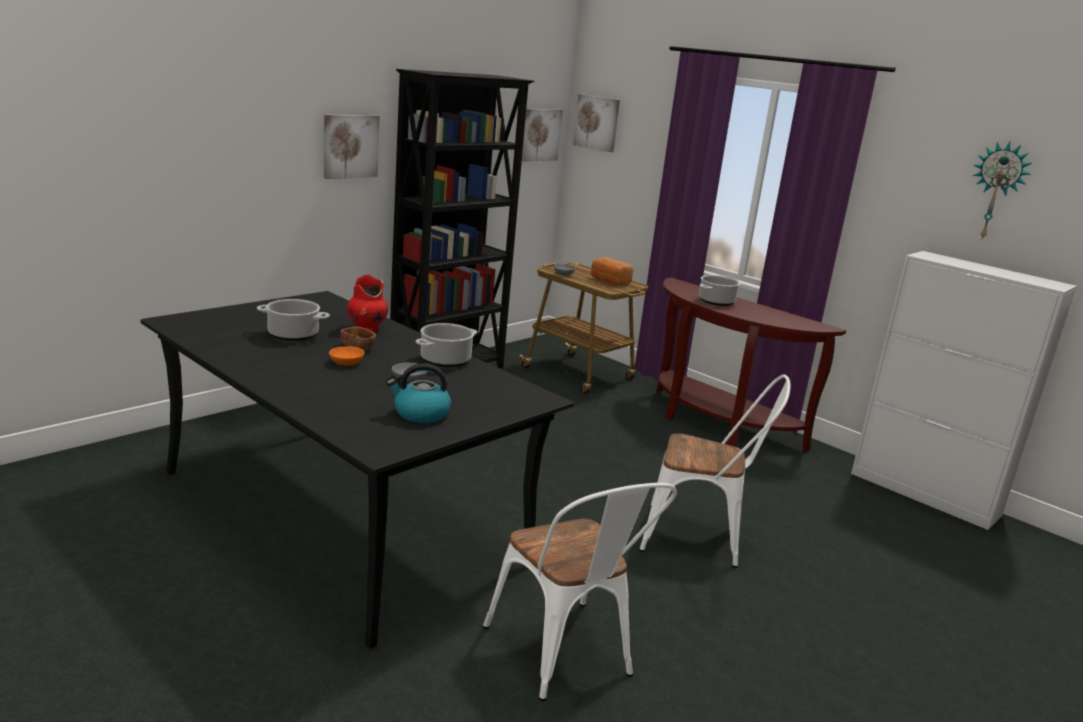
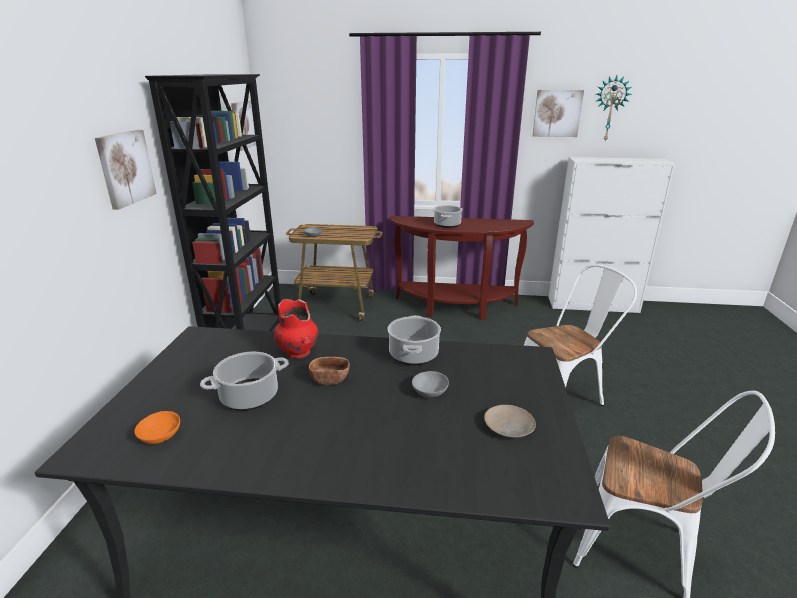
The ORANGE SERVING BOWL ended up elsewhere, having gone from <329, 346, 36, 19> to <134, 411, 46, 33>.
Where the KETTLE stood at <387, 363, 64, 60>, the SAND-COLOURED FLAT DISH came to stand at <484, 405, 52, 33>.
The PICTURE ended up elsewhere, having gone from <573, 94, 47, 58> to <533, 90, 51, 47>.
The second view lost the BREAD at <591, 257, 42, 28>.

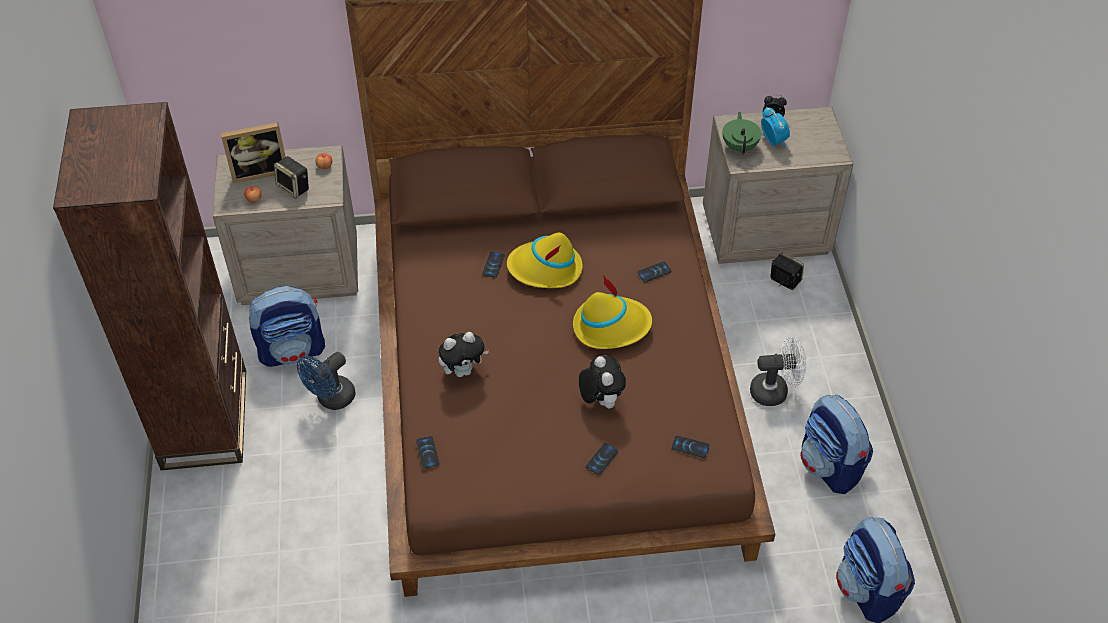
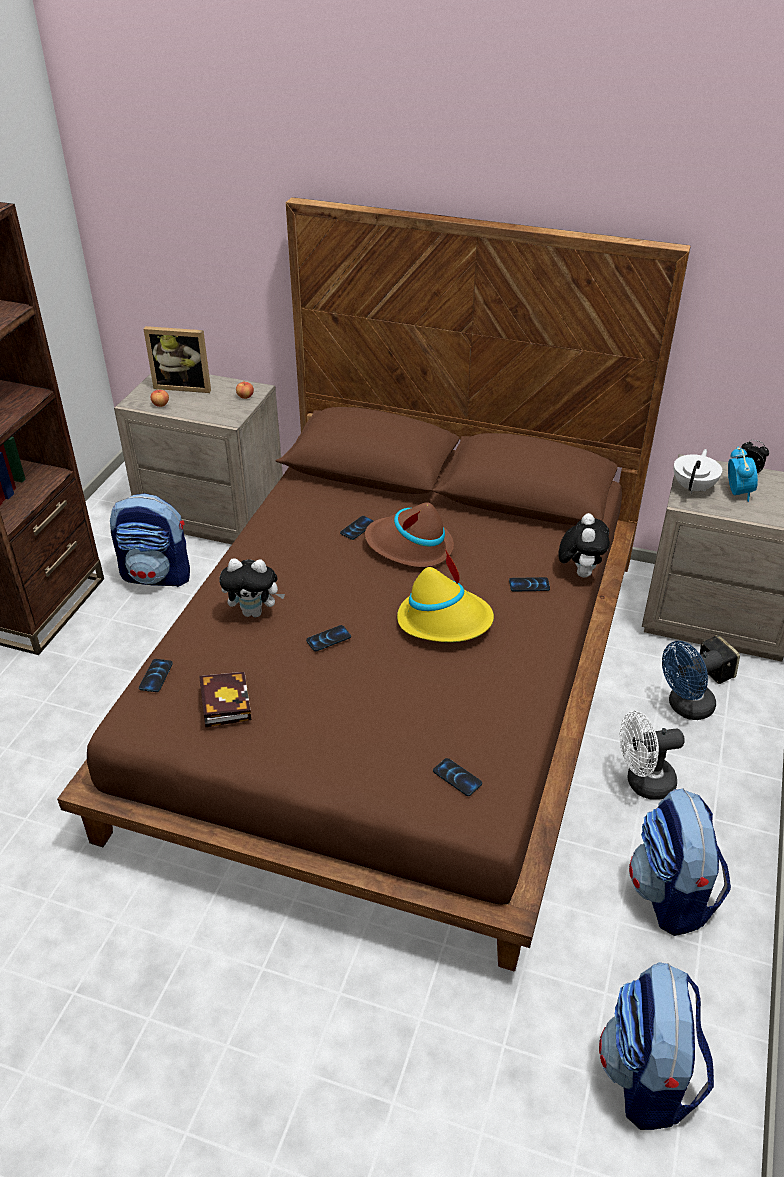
The second view lost the SPEAKER at <274, 156, 35, 43>.
The BLUISH ELECTRIC FAN ended up elsewhere, having gone from <297, 352, 59, 58> to <662, 641, 61, 79>.
What was the YELLOWISH HAT at <507, 232, 76, 56> turned into the BROWN-COLOURED HAT at <365, 502, 89, 65>.
The CUDDLY TOY ended up elsewhere, having gone from <579, 355, 47, 54> to <558, 513, 52, 64>.
The PHONE ended up elsewhere, having gone from <586, 443, 32, 32> to <306, 625, 45, 26>.
What was the GREEN-COLOURED POT FOR TEA at <722, 112, 39, 42> turned into the WHITE-COLOURED POT FOR TEA at <674, 449, 48, 45>.
The WHITE-COLOURED ELECTRIC FAN at <750, 336, 56, 70> ended up facing another way, 150 degrees clockwise from before.
The second view gained the BOUND BOOK at <200, 672, 51, 56>.

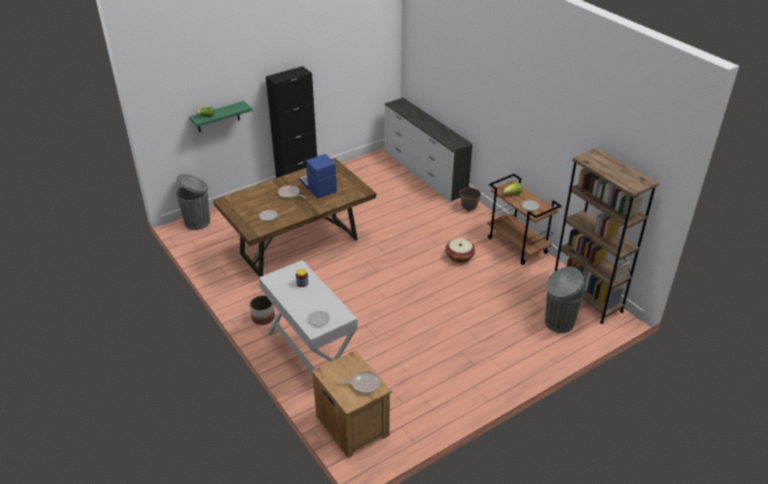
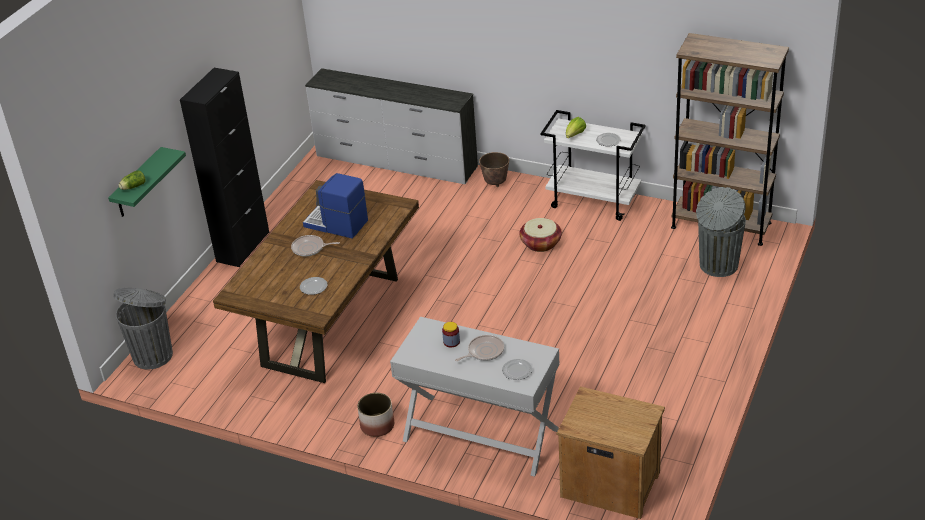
The FRYING PAN ended up elsewhere, having gone from <337, 371, 43, 23> to <455, 335, 49, 26>.
What was the BROWN-COLOURED WHEELED CART at <487, 174, 74, 91> turned into the WHITE-COLOURED WHEELED CART at <541, 110, 105, 111>.

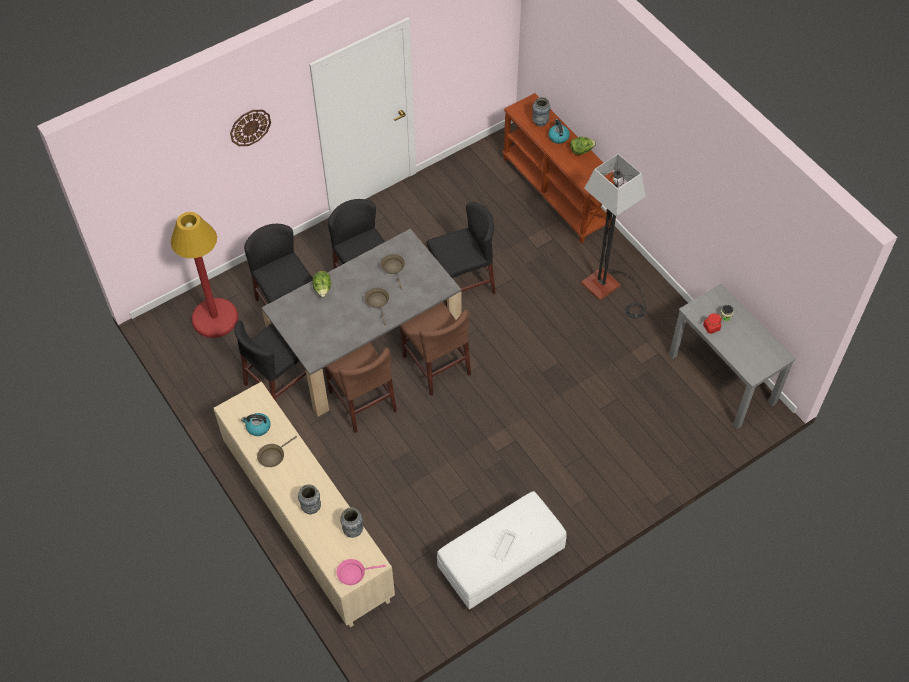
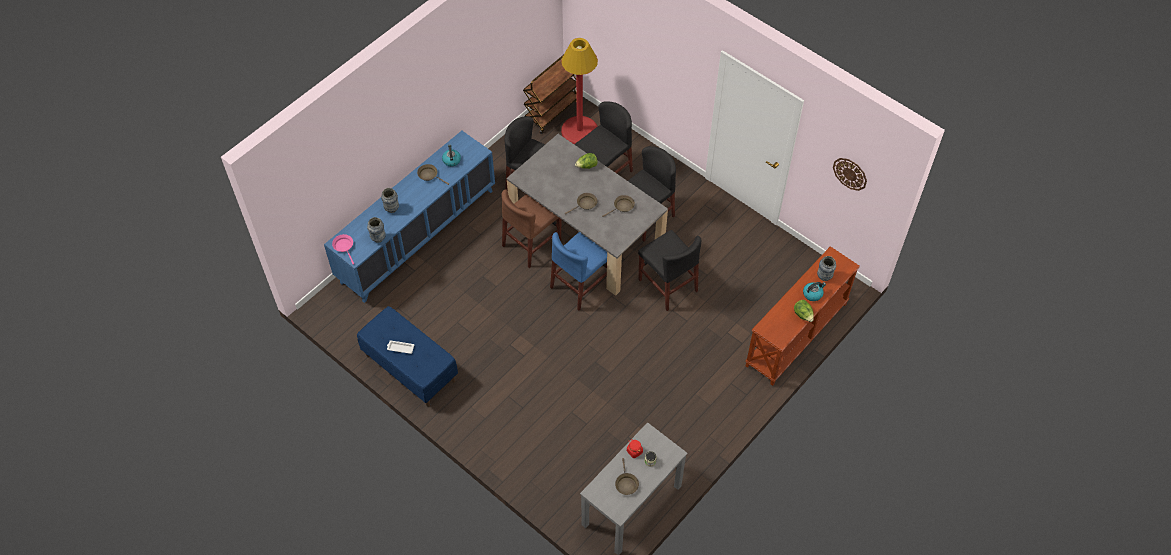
What was the SAND-COLOURED CUPBOARD at <214, 381, 181, 246> turned into the BLUISH CUPBOARD at <324, 131, 171, 172>.
The CLOCK ON THE WALL ended up elsewhere, having gone from <230, 110, 41, 36> to <833, 158, 34, 33>.
What was the BROWN-COLOURED UPRIGHT CHAIR at <399, 302, 72, 94> turned into the BLUISH UPRIGHT CHAIR at <550, 232, 57, 78>.
What was the WHITE-COLOURED BENCH at <437, 491, 130, 121> turned into the BLUISH BENCH at <357, 306, 101, 101>.
The second view lost the STANDING LAMP at <581, 154, 65, 165>.
The second view gained the BROWN-COLOURED WHEELED CART at <523, 55, 53, 79>.
The second view gained the BROWN-COLOURED FRYING PAN at <615, 458, 24, 37>.

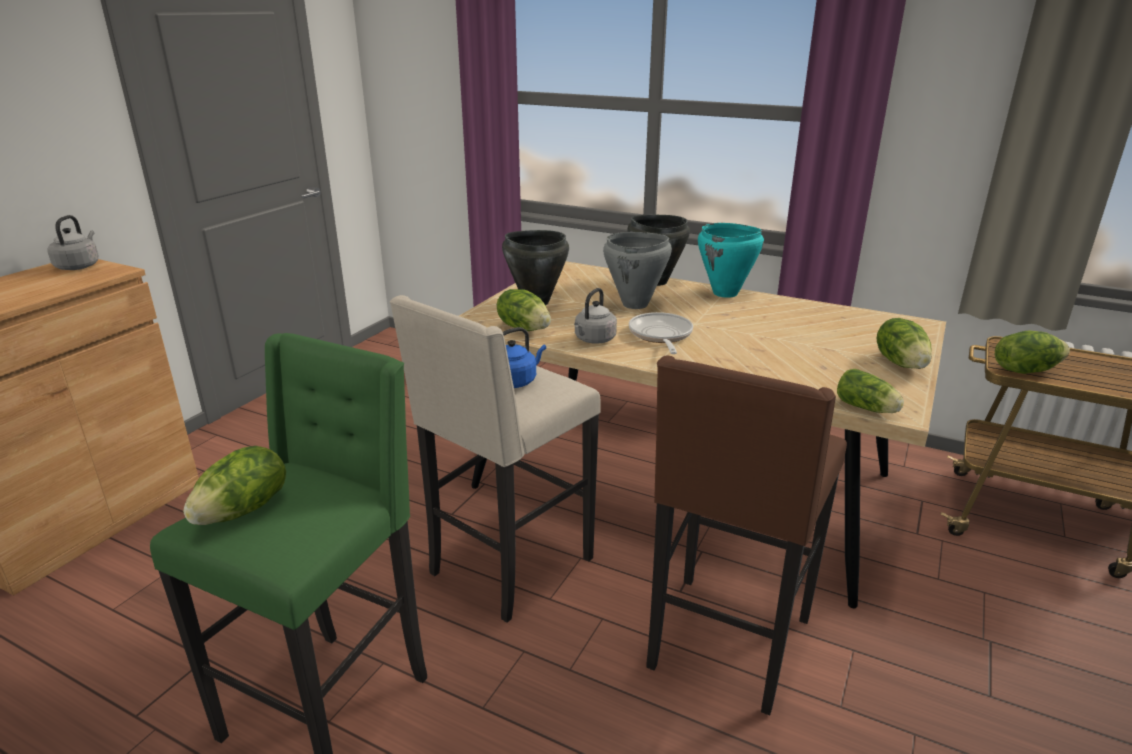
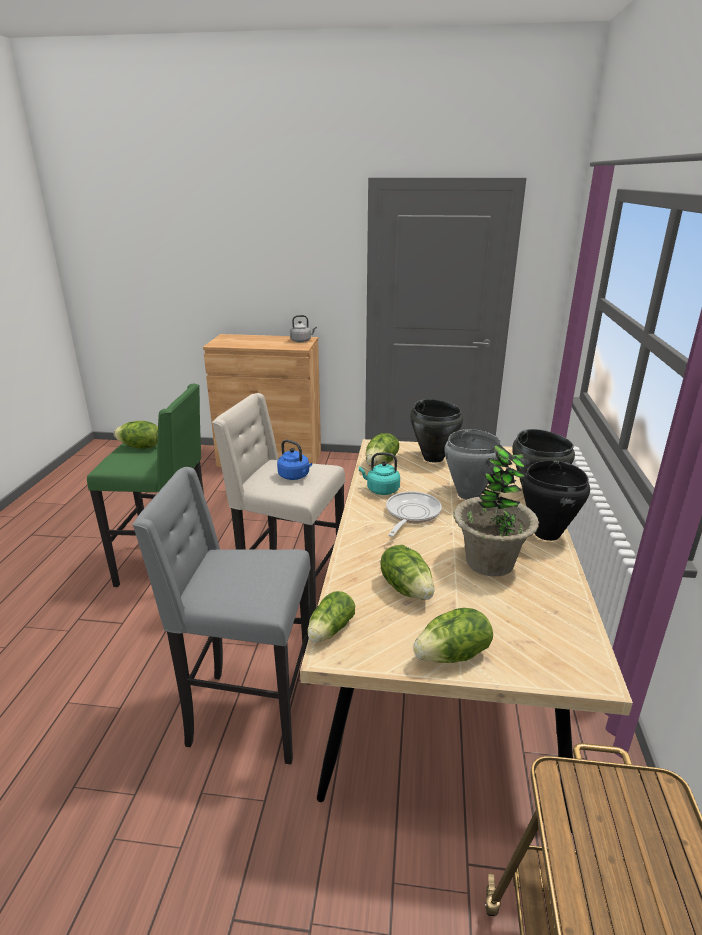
What was the GREY KETTLE at <574, 288, 43, 56> turned into the BLUE-GREEN KETTLE at <359, 452, 41, 43>.
The FRYING PAN at <629, 312, 64, 42> ended up facing another way, 45 degrees counterclockwise from before.
What was the BROWN-COLOURED STOOL at <646, 356, 201, 359> turned into the GREY STOOL at <132, 467, 179, 297>.
What was the BLUE-GREEN STOCKPOT at <698, 223, 66, 75> turned into the BLACKISH STOCKPOT at <522, 460, 68, 81>.
The LETTUCE HEAD ended up elsewhere, having gone from <995, 330, 75, 44> to <381, 545, 53, 55>.
The second view gained the PLANT IN A POT at <453, 444, 86, 132>.

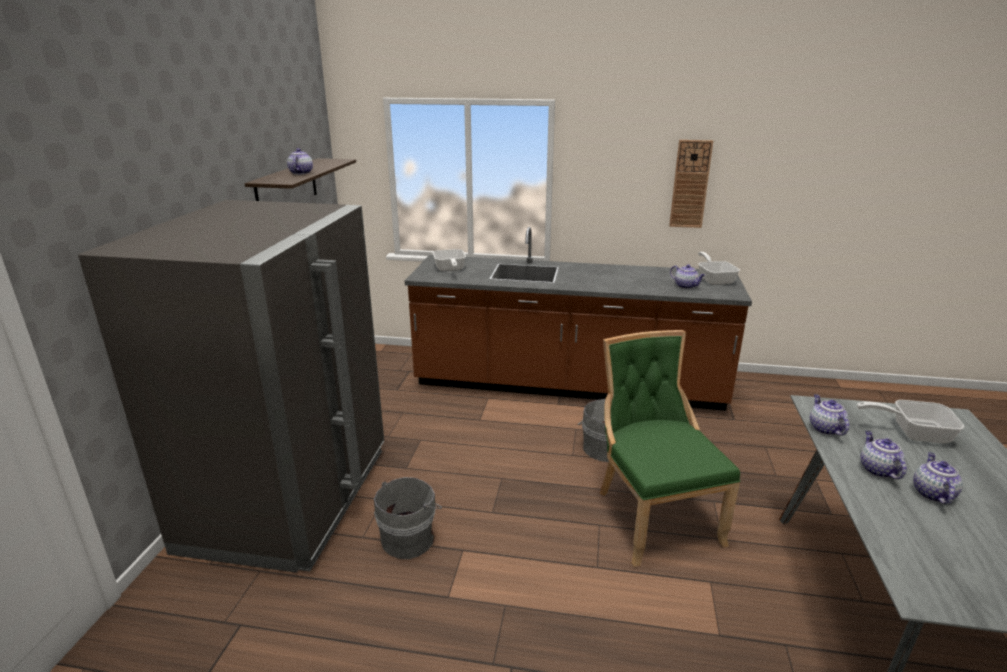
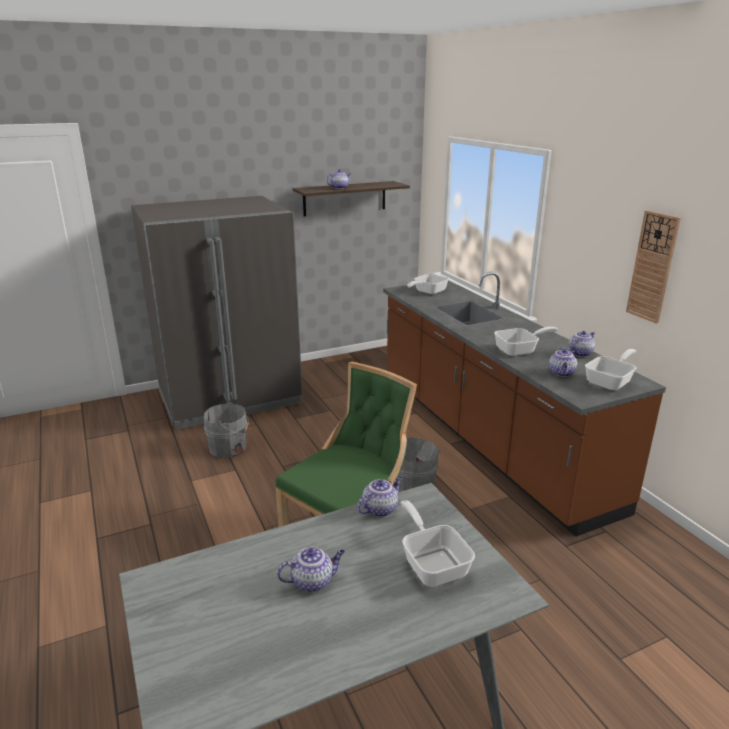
The POT FOR TEA ended up elsewhere, having gone from <860, 431, 46, 48> to <568, 331, 27, 26>.
The second view gained the FRYING PAN at <494, 327, 64, 29>.

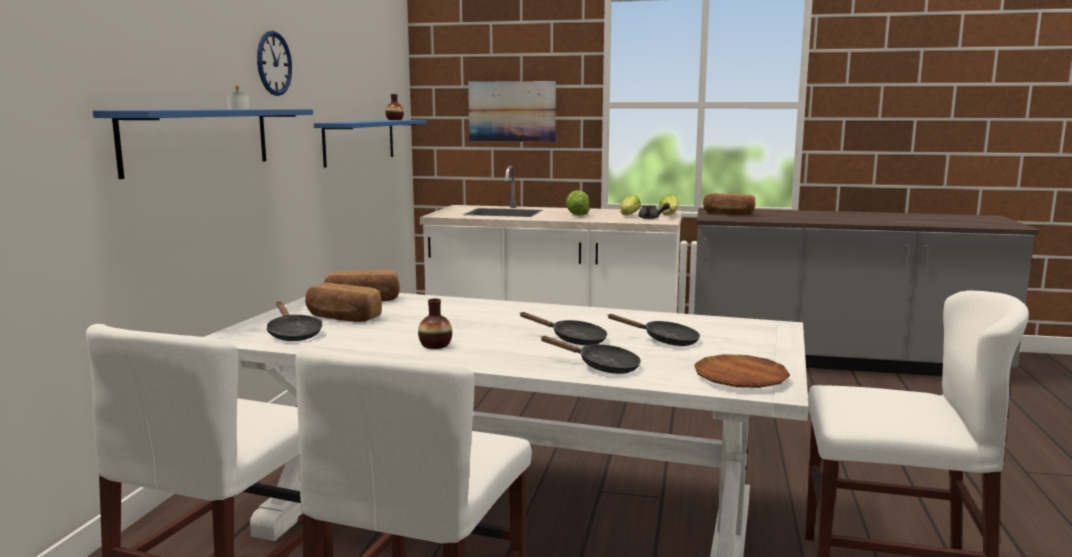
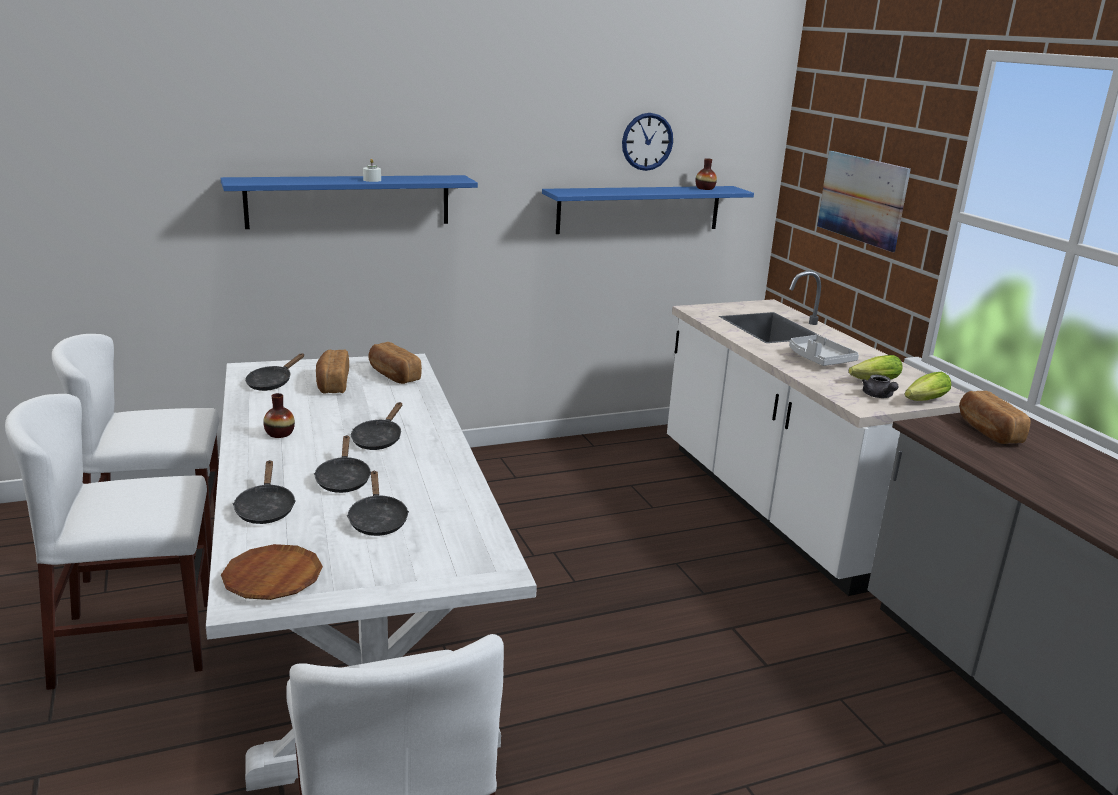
The CLOCK ON THE WALL ended up elsewhere, having gone from <257, 31, 35, 65> to <622, 113, 51, 58>.
Where the LETTUCE HEAD stood at <566, 190, 24, 26>, the GREY CARRYING TRAY came to stand at <789, 335, 70, 31>.
The second view gained the BLACKISH FRYING PAN at <351, 402, 51, 48>.

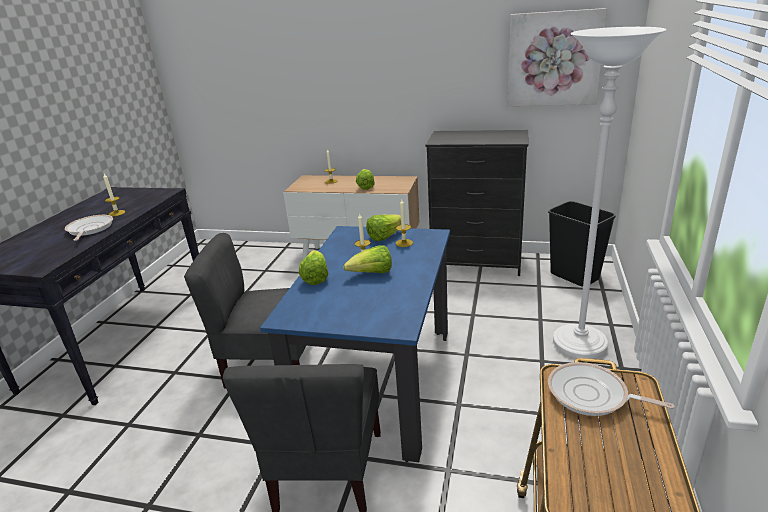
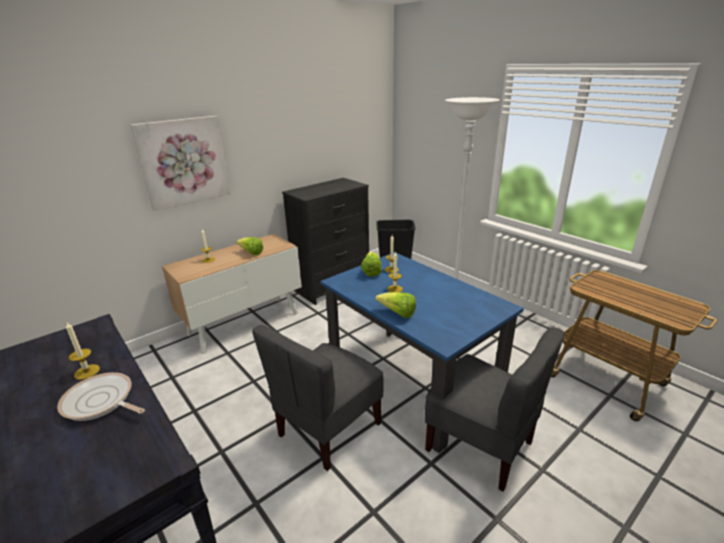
The second view lost the LETTUCE HEAD at <343, 245, 49, 28>.
The PICTURE ended up elsewhere, having gone from <507, 8, 100, 98> to <130, 116, 101, 95>.
The second view lost the FRYING PAN at <548, 362, 127, 54>.

